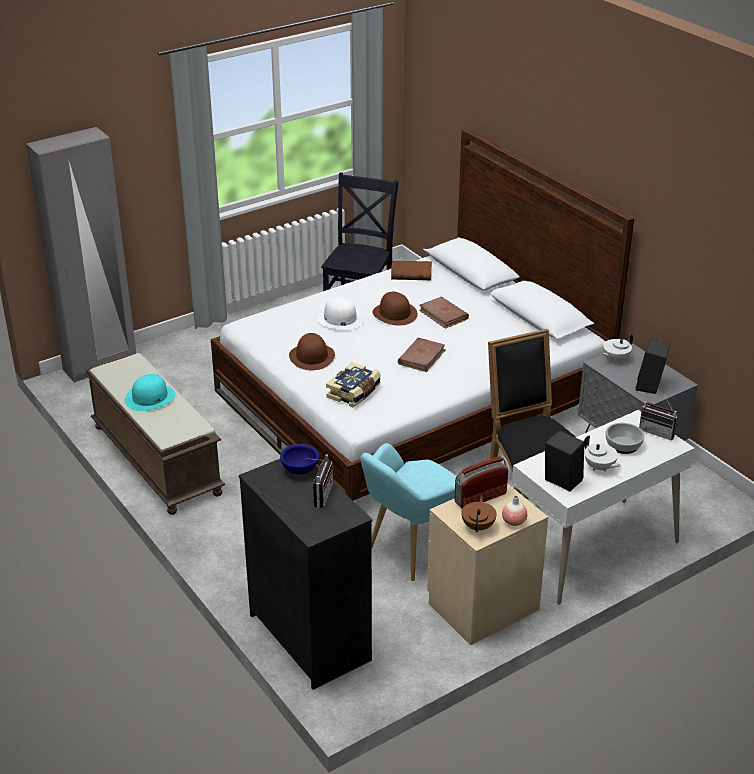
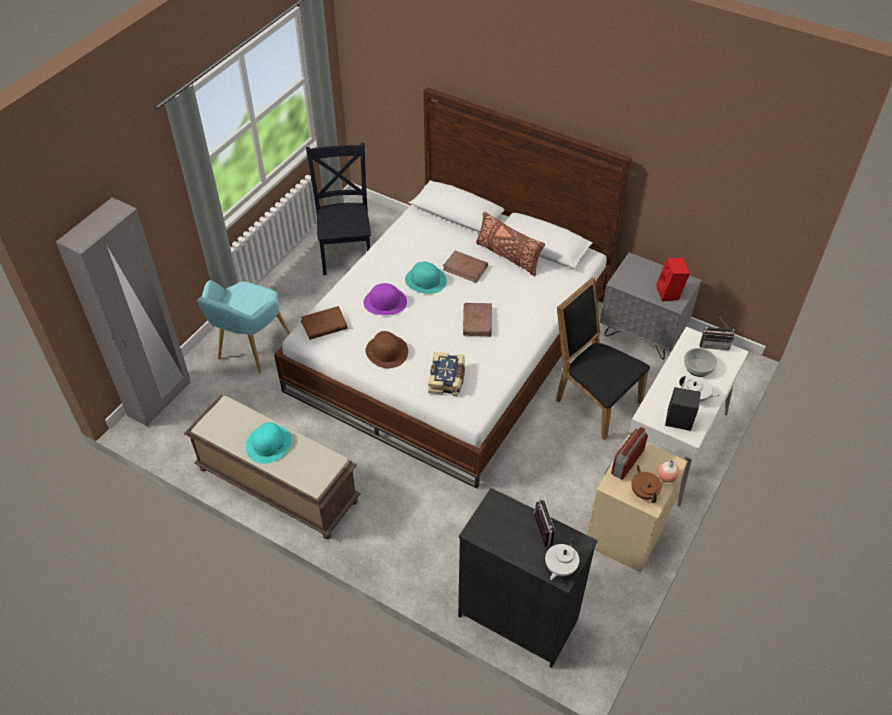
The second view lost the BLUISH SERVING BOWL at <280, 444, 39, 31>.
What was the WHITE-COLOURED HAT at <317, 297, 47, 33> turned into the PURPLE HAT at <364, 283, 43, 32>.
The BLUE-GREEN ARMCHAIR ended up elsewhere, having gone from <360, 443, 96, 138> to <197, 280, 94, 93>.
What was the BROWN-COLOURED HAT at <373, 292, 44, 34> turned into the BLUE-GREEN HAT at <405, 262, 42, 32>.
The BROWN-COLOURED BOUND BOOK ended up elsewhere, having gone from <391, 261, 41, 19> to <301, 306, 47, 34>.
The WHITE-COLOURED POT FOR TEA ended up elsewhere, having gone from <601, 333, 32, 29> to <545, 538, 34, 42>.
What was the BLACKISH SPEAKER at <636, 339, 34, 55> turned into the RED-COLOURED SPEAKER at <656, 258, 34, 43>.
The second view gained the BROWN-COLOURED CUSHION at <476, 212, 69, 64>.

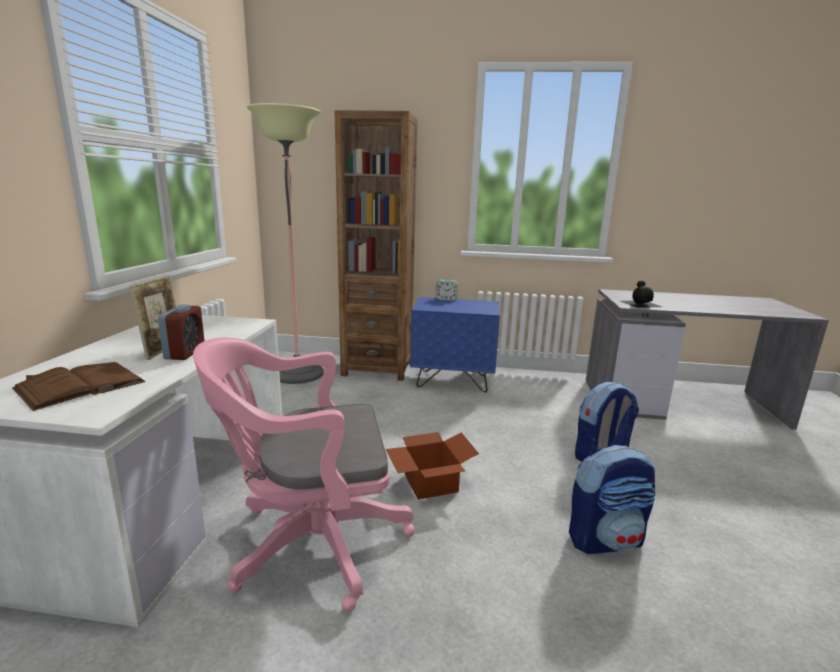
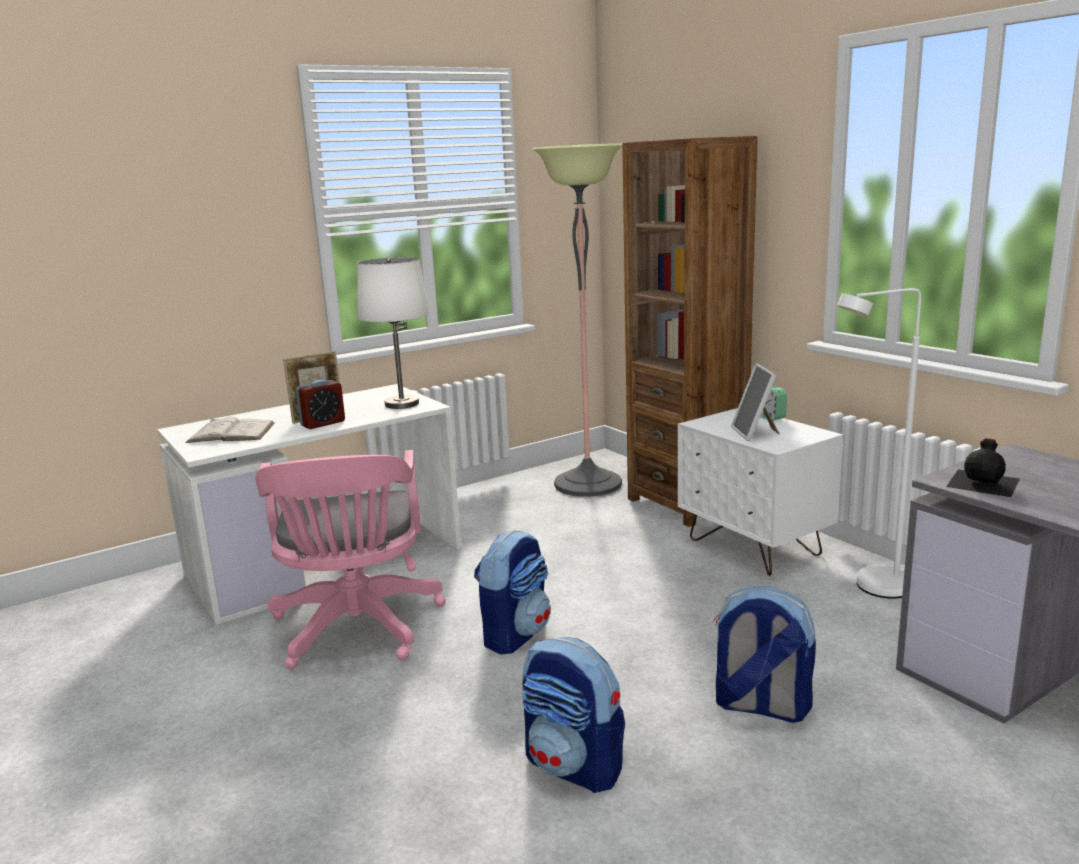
What was the BROWN-COLOURED BOUND BOOK at <12, 362, 133, 49> turned into the WHITE-COLOURED BOUND BOOK at <185, 417, 90, 26>.
The PINK-COLOURED OFFICE CHAIR at <193, 338, 222, 274> ended up facing another way, 135 degrees counterclockwise from before.
Where the PACKING BOX stood at <386, 432, 93, 68>, the BACKPACK came to stand at <474, 530, 77, 125>.
What was the BLUISH BEDSIDE TABLE at <410, 297, 90, 95> turned into the WHITE-COLOURED BEDSIDE TABLE at <678, 408, 165, 168>.
The second view gained the WHITE-COLOURED TABLE LAMP at <357, 257, 72, 152>.
The second view gained the PHOTO FRAME at <731, 364, 49, 77>.
The second view gained the WHITE-COLOURED STANDING LAMP at <837, 288, 84, 311>.

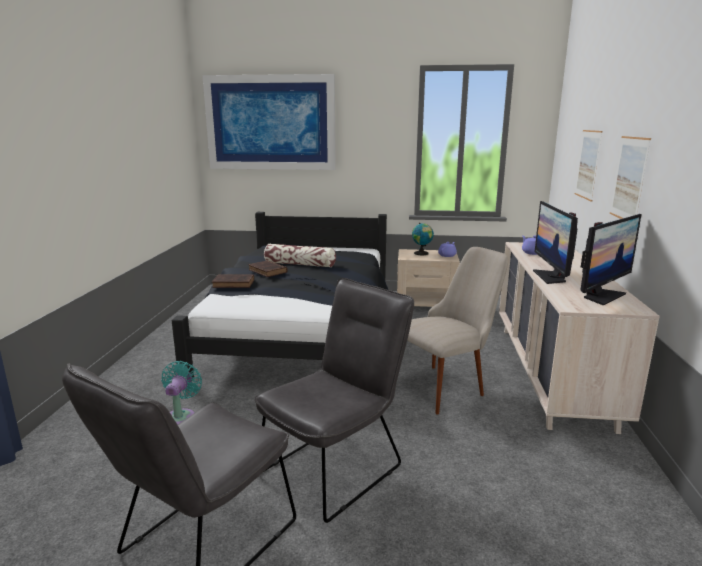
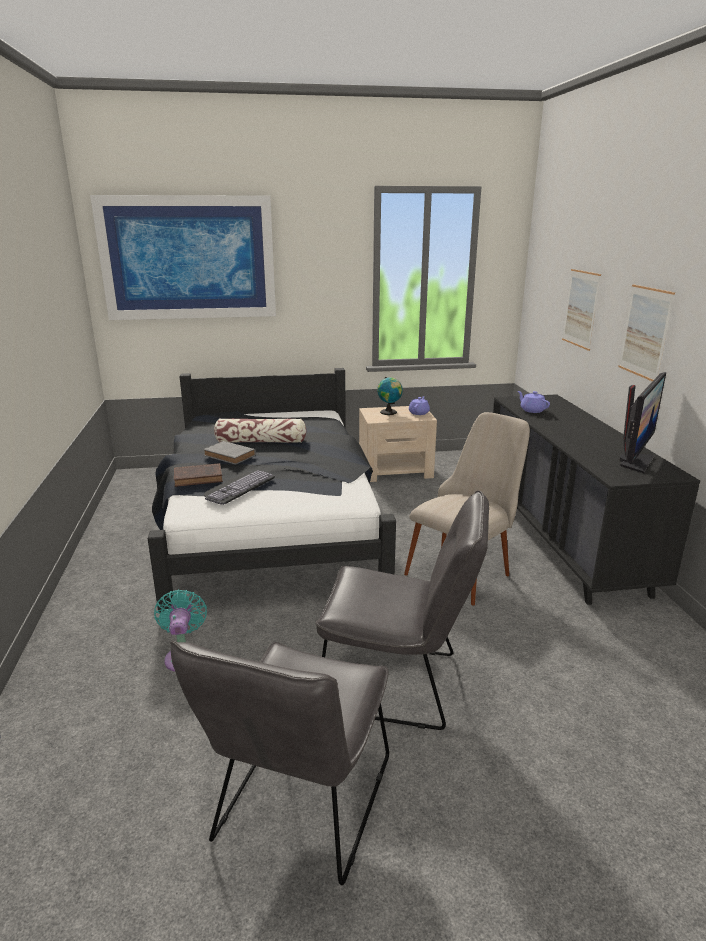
What was the BROWN-COLOURED BOUND BOOK at <248, 260, 40, 17> turned into the GREY BOUND BOOK at <203, 441, 53, 24>.
The GREY UPRIGHT CHAIR at <254, 278, 160, 245> ended up facing another way, 75 degrees clockwise from before.
What was the SAND-COLOURED DRAWER CHEST at <499, 242, 161, 192> turned into the BLACKISH DRAWER CHEST at <493, 394, 207, 211>.
The second view lost the COMPUTER SCREEN at <533, 201, 45, 83>.
The second view gained the COMPUTER KEYBOARD at <204, 470, 71, 35>.

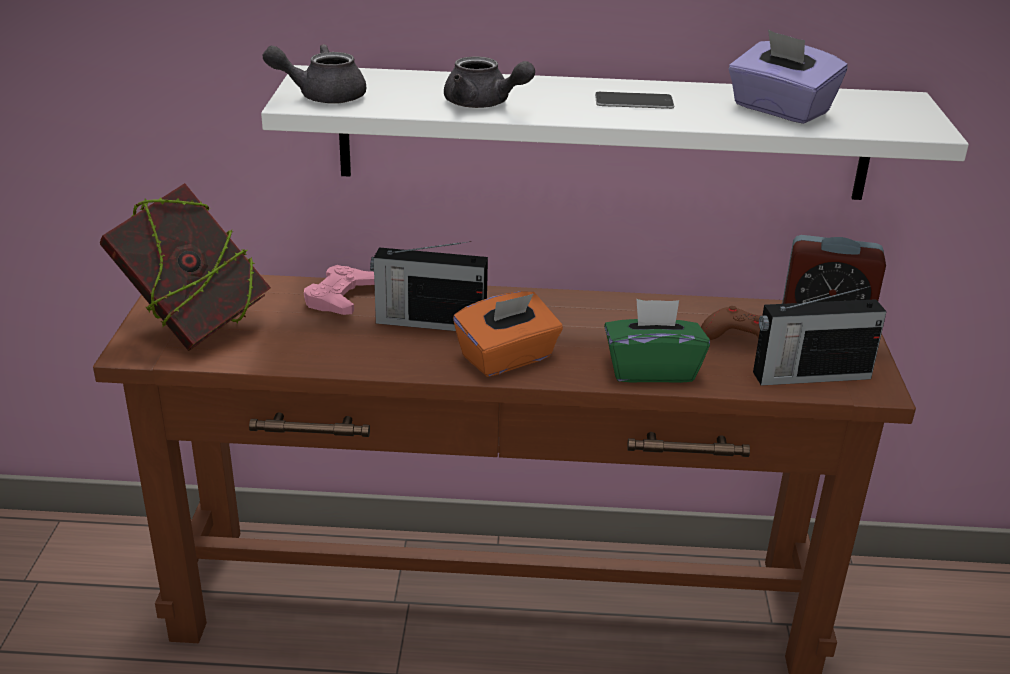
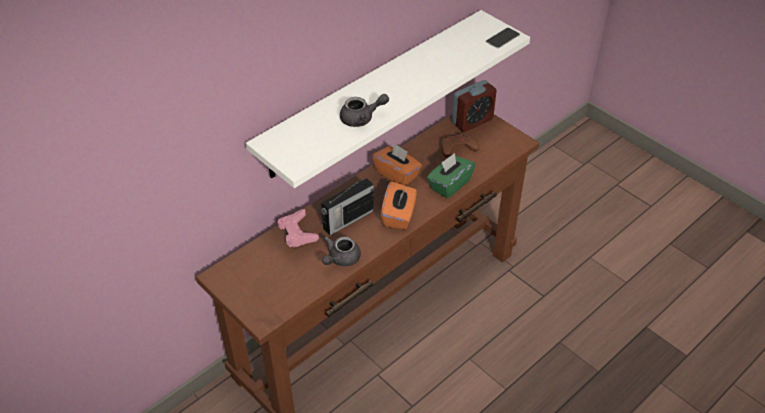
The second view lost the BOUND BOOK at <100, 183, 171, 168>.
The GREY POT FOR TEA ended up elsewhere, having gone from <263, 44, 104, 60> to <322, 236, 39, 30>.
The PHONE ended up elsewhere, having gone from <595, 92, 79, 17> to <486, 28, 34, 21>.
The second view lost the PURPLE BOX OF TISSUES at <729, 30, 119, 94>.
The second view lost the RADIO at <753, 286, 134, 100>.
The second view gained the ORANGE BOX OF TISSUES at <372, 143, 50, 43>.

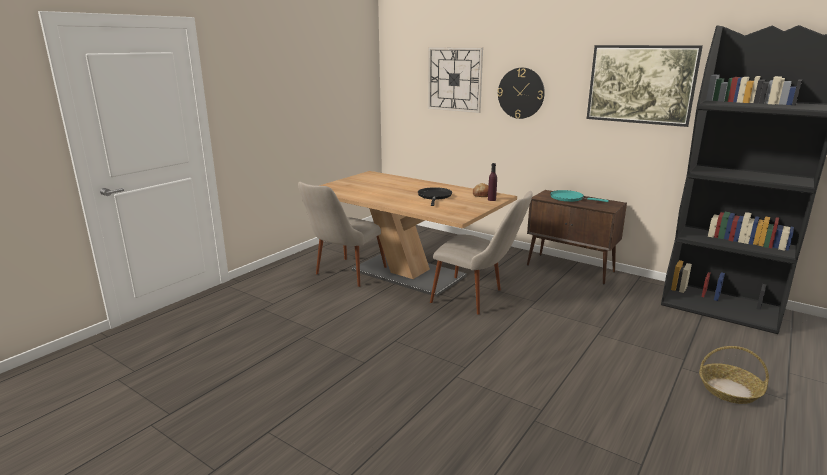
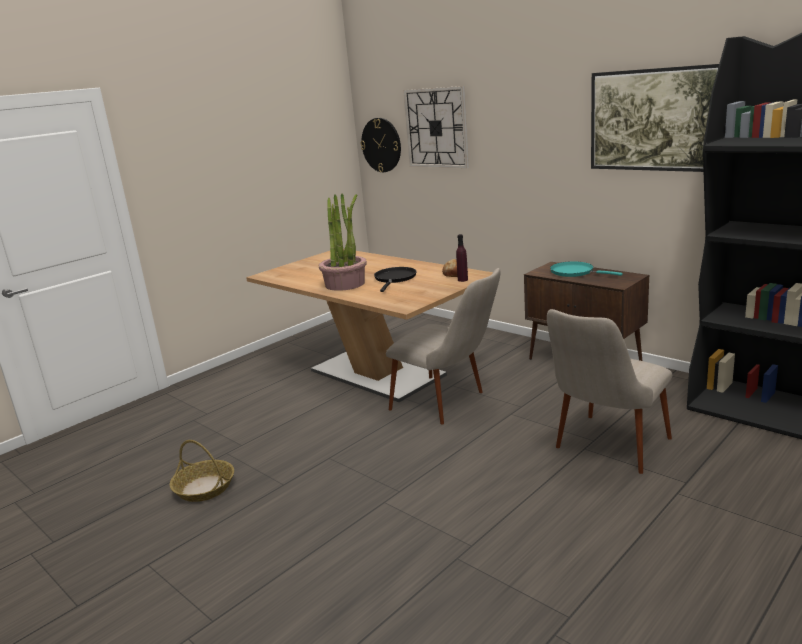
The SAND-COLOURED UPRIGHT CHAIR ended up elsewhere, having gone from <298, 182, 89, 105> to <547, 309, 125, 165>.
The CLOCK ON THE WALL ended up elsewhere, having gone from <497, 68, 48, 51> to <360, 118, 41, 54>.
The STORAGE BASKET ended up elsewhere, having gone from <699, 346, 70, 58> to <170, 440, 64, 62>.
The second view gained the PLANT IN A POT at <319, 193, 48, 98>.

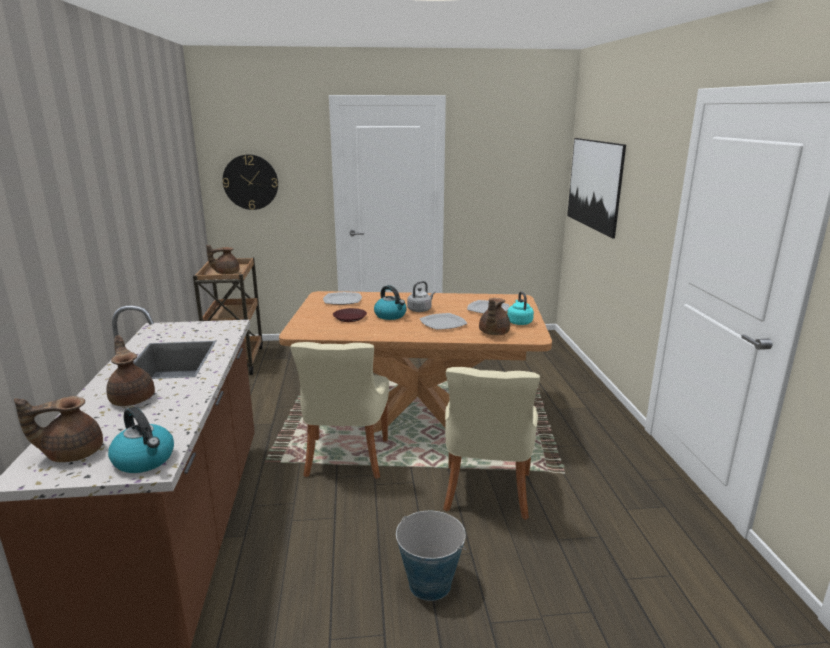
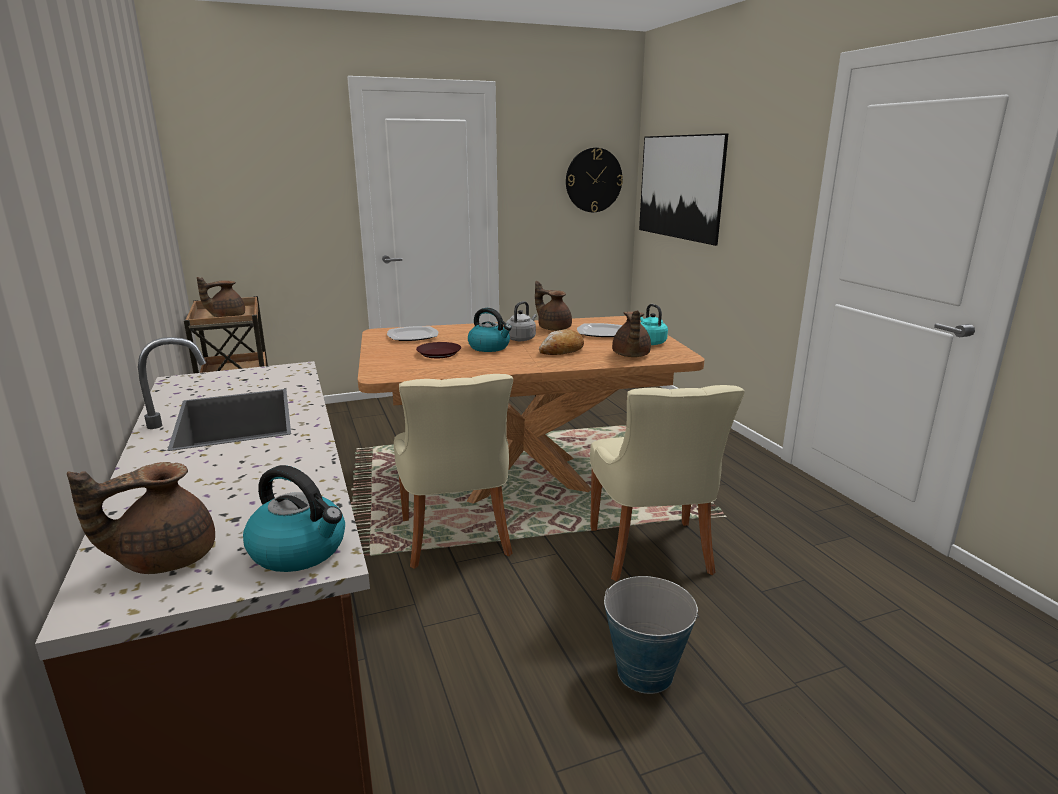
The BROWN-COLOURED POT FOR TEA ended up elsewhere, having gone from <106, 336, 49, 70> to <535, 281, 37, 50>.
The CLOCK ON THE WALL ended up elsewhere, having gone from <223, 154, 55, 56> to <566, 148, 57, 64>.
Where the FLAT DISH stood at <420, 313, 48, 17>, the BREAD came to stand at <539, 329, 45, 26>.

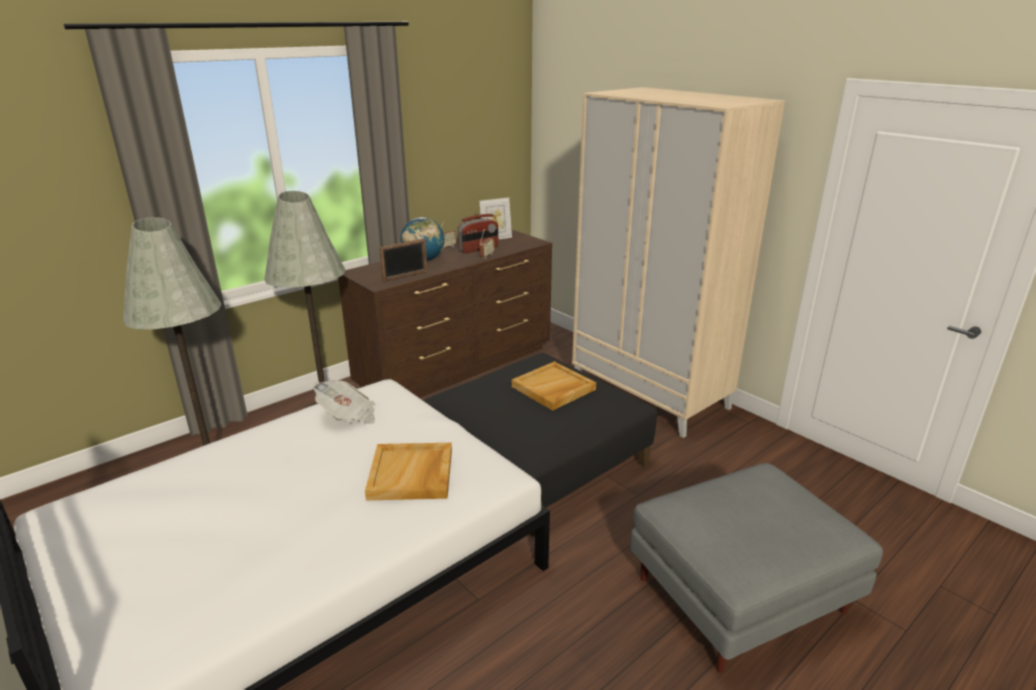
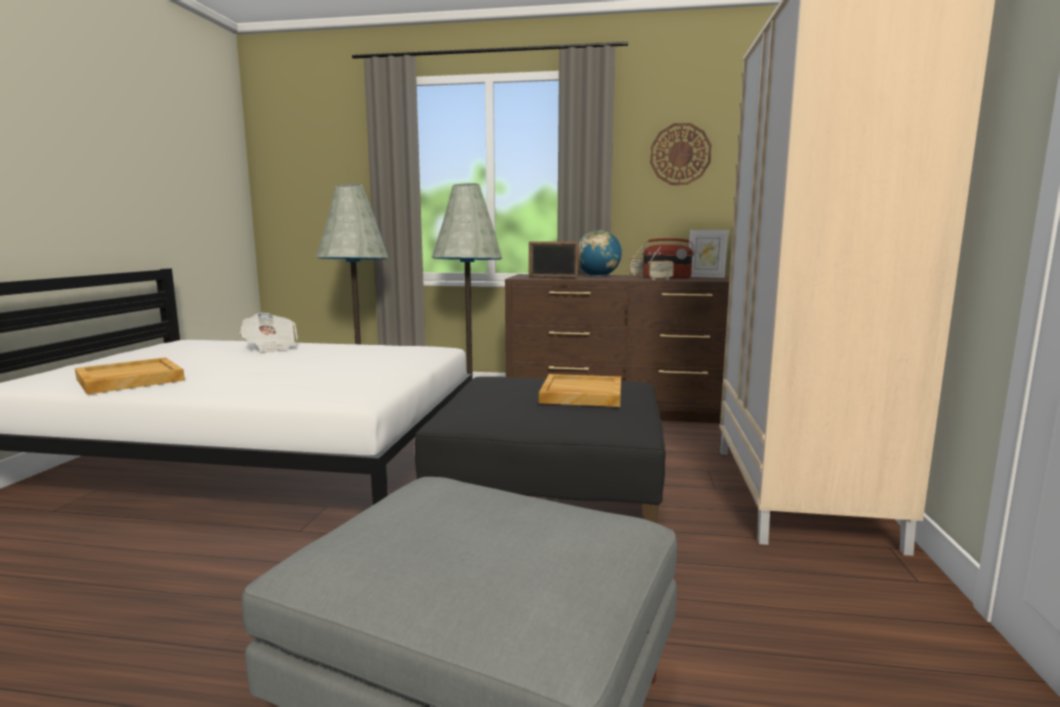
The PRINTED PAPER ended up elsewhere, having gone from <313, 380, 62, 44> to <239, 313, 58, 40>.
The SAND-COLOURED CARRYING TRAY ended up elsewhere, having gone from <365, 443, 87, 57> to <75, 357, 110, 37>.
The second view gained the CLOCK ON THE WALL at <650, 123, 62, 62>.

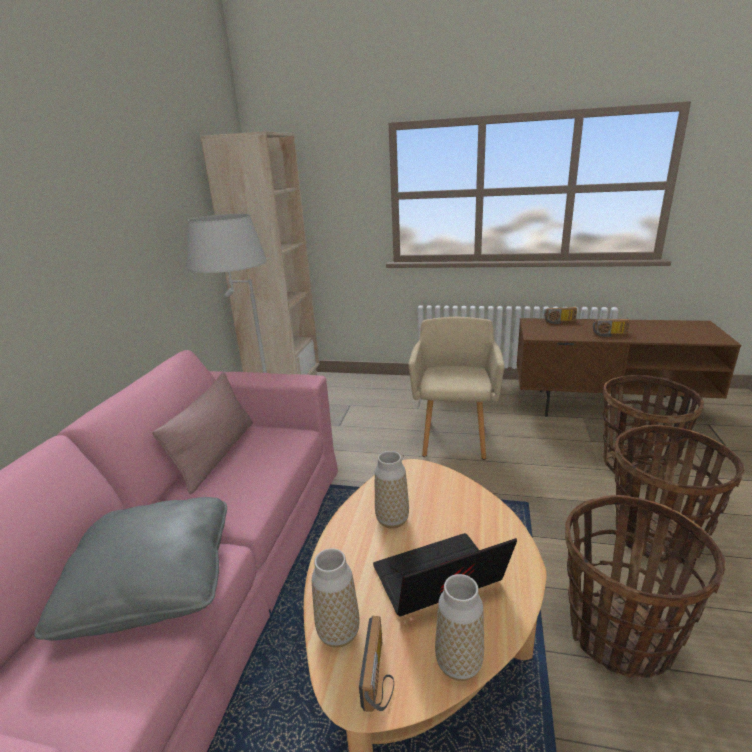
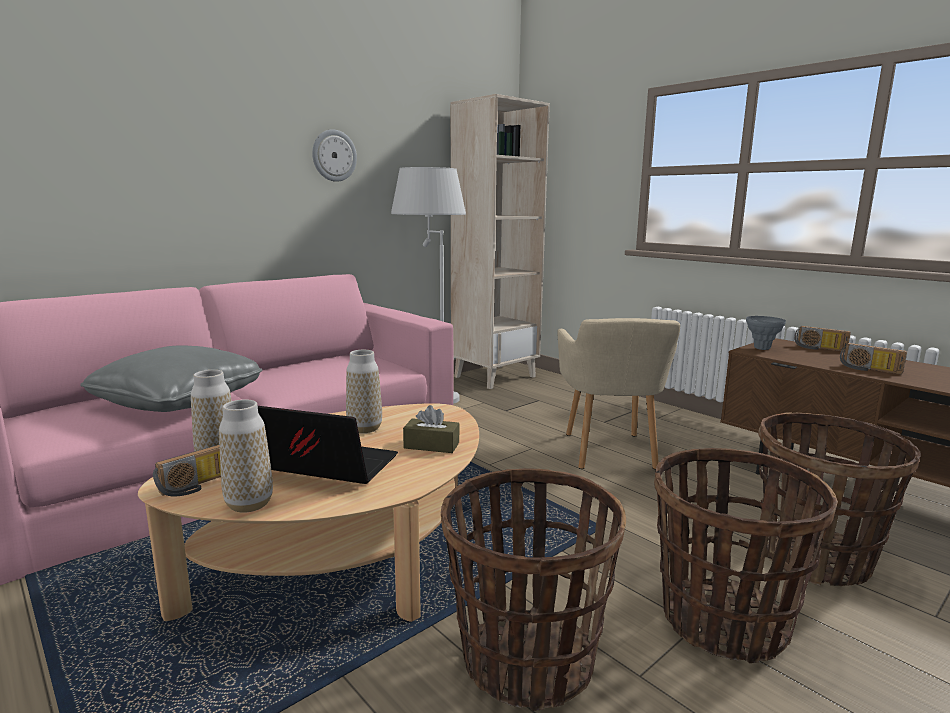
The second view lost the PINK-COLOURED CUSHION at <152, 372, 101, 122>.
The SAND-COLOURED ARMCHAIR at <408, 317, 97, 142> ended up facing another way, 135 degrees clockwise from before.
The second view gained the CLOCK ON THE WALL at <312, 129, 45, 53>.
The second view gained the BROWN-COLOURED BOX OF TISSUES at <403, 405, 56, 48>.
The second view gained the GREY VASE at <746, 316, 40, 34>.

